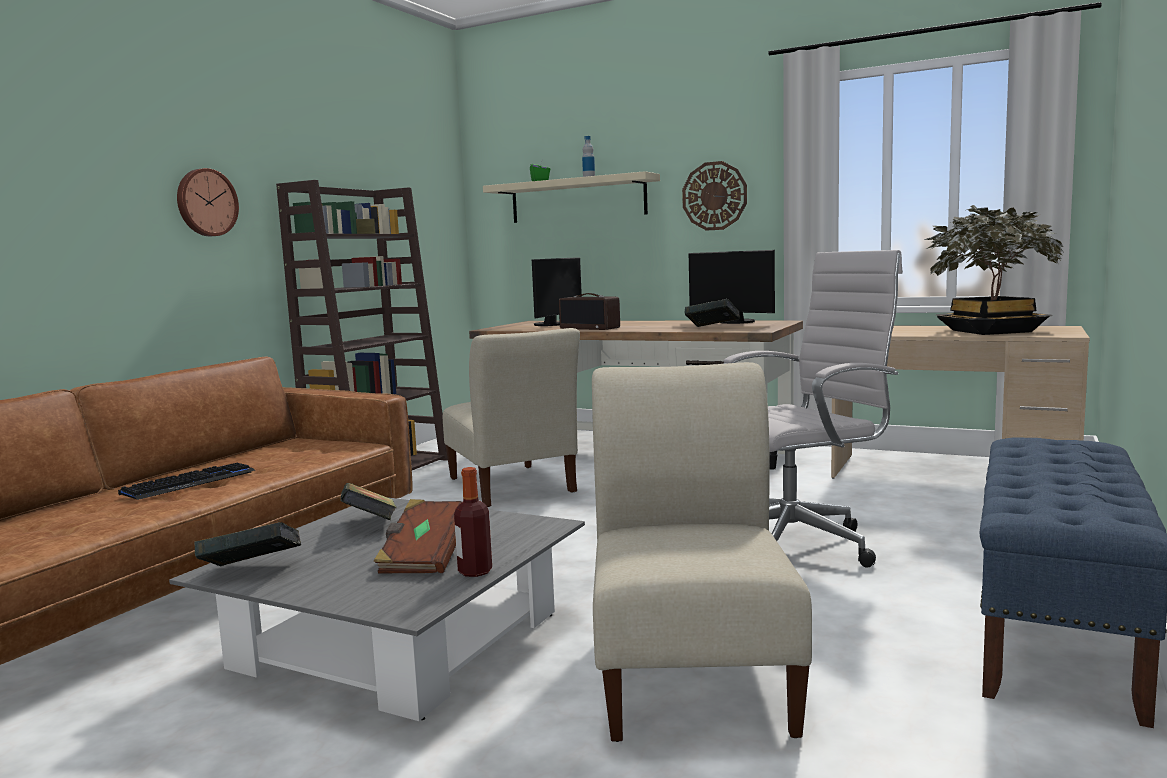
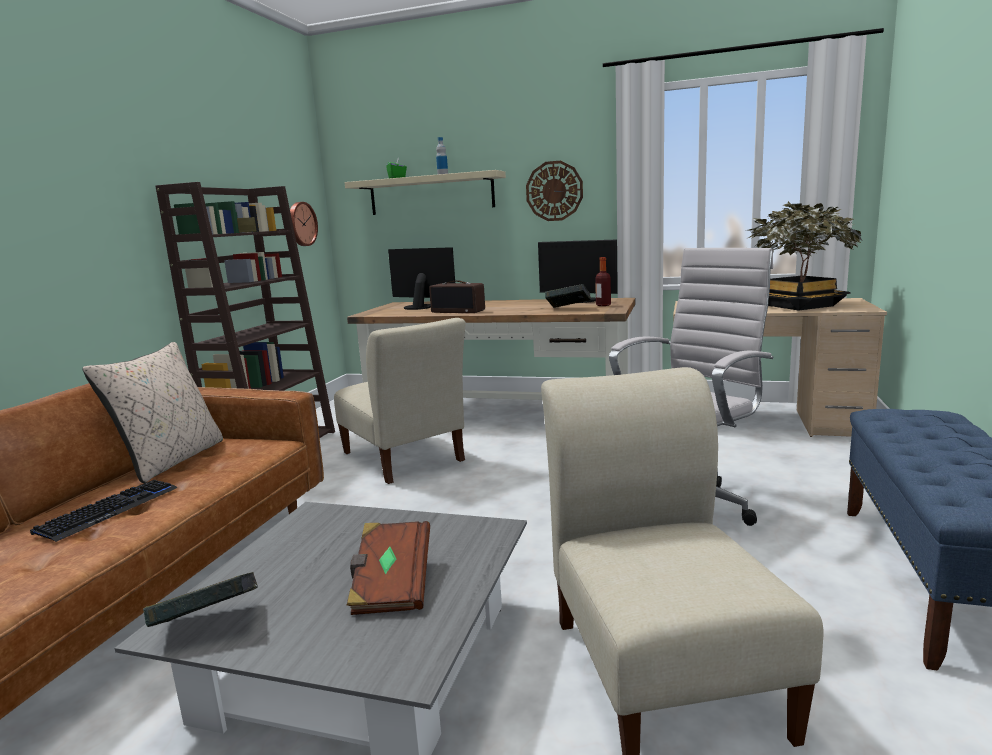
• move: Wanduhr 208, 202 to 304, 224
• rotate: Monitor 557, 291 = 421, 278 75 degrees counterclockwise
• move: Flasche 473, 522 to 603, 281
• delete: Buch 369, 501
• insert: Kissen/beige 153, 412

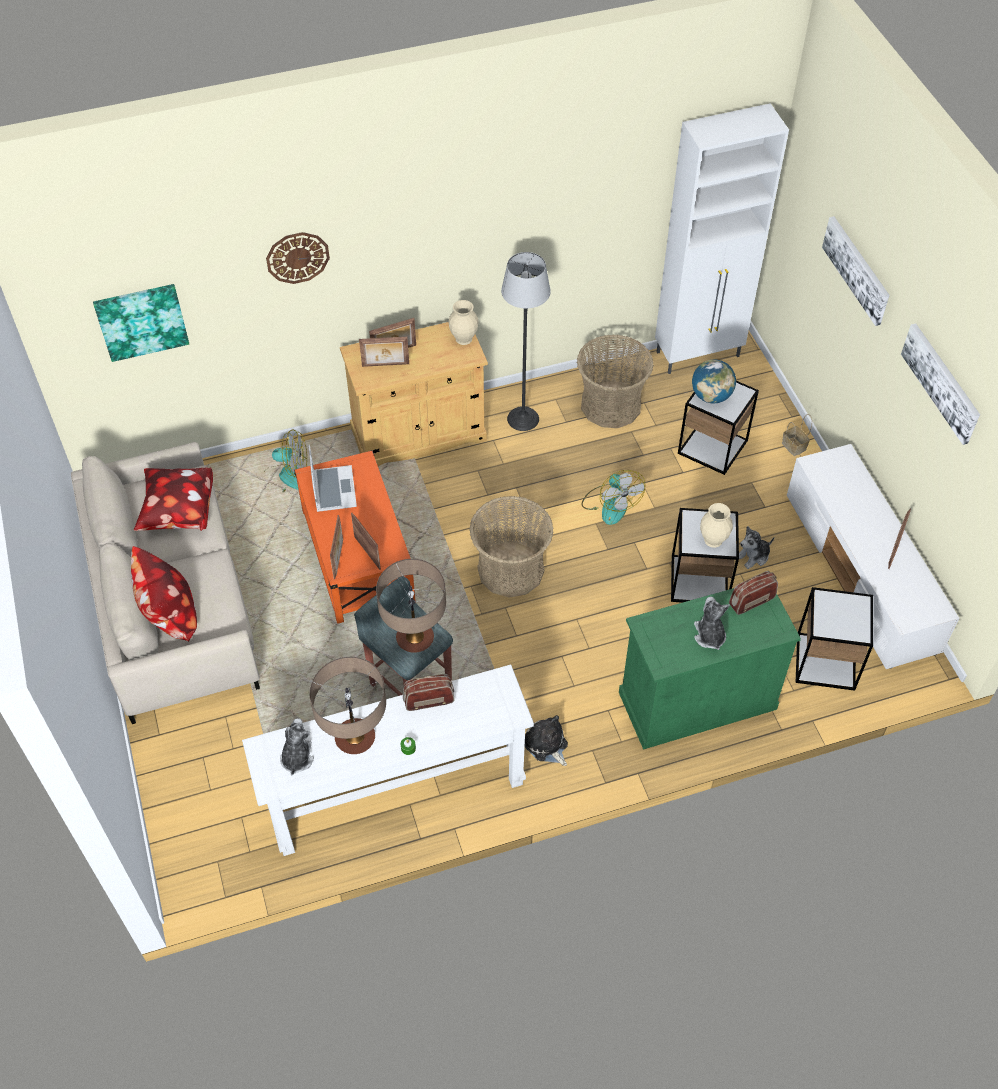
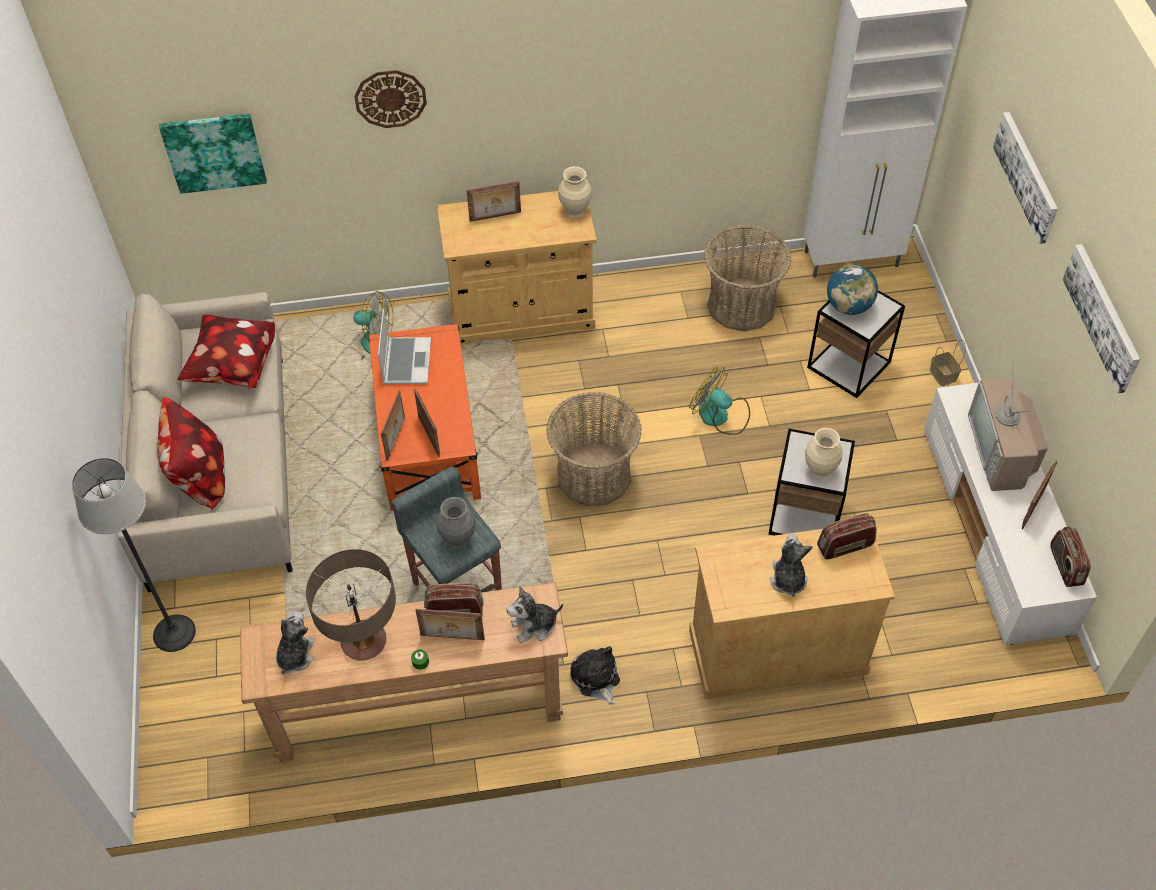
• move: Stehlampe 526, 341 to 134, 555
• move: Bilderrahmen 384, 352 to 450, 624
• rotate: Ventilator 613, 497 = 719, 400 135 degrees clockwise
• move: Plüschtier 756, 547 to 535, 614
• replace: Tischlampe 411, 606 to Vase/grau 456, 523
• delete: Beistelltisch 834, 639
• recolor: Schrank/grün 710, 668 to Schrank/beige 792, 614
• recolor: Konsolentisch/weiß 388, 760 to Konsolentisch/braun 404, 672
• insert: Fernseher 1008, 426
• insert: Radio 1070, 556

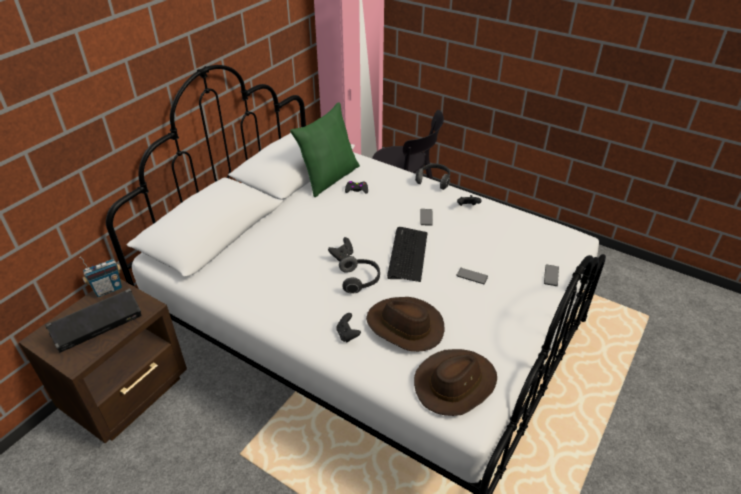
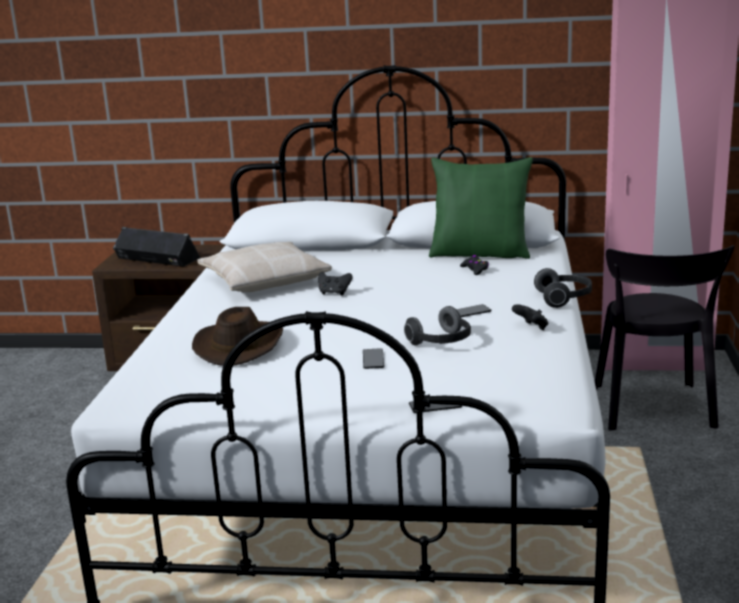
• delete: Tastatur 407, 254
• move: Kopfhörer 359, 275 to 437, 326
• delete: Radio 100, 277
• delete: Gamepad/schwarz 348, 327
• delete: Hut/braun 455, 382
• insert: Kissen/beige 264, 267

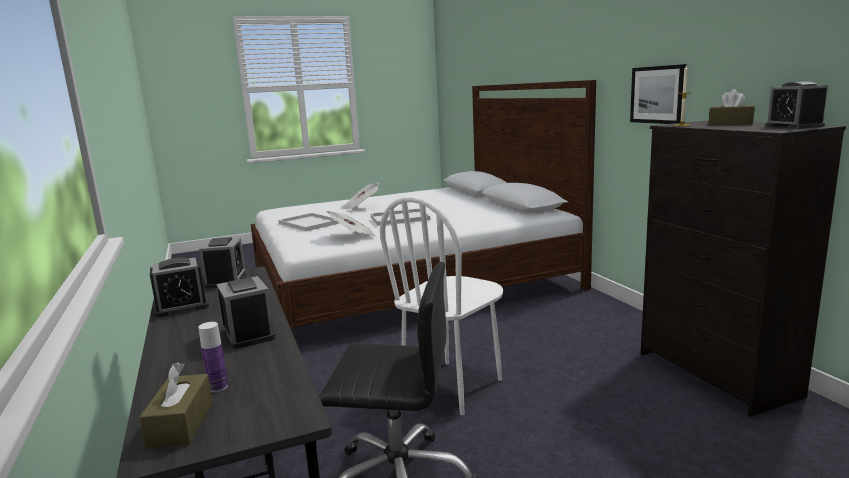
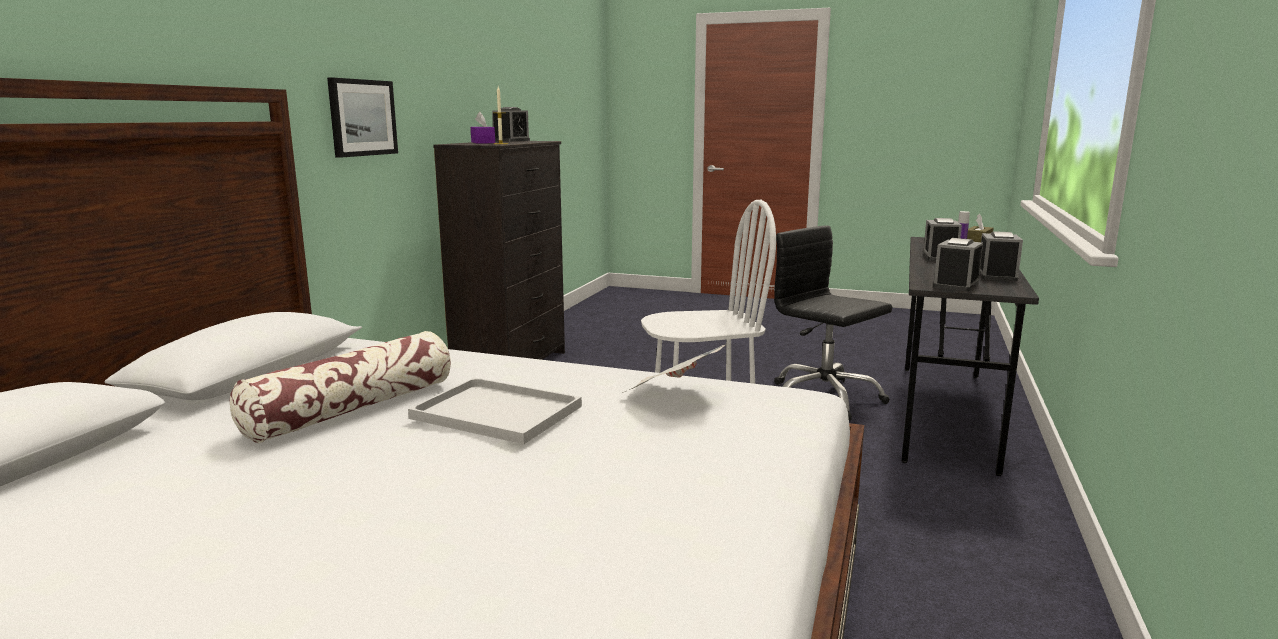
• recolor: Taschentuchbox/braun 732, 107 to Taschentuchbox/lila 483, 127
• delete: Zeitung 359, 195
• delete: Tablett/weiß 309, 222
• rotate: Wecker 179, 287 = 1001, 256 90 degrees clockwise
• insert: Kissen 340, 387

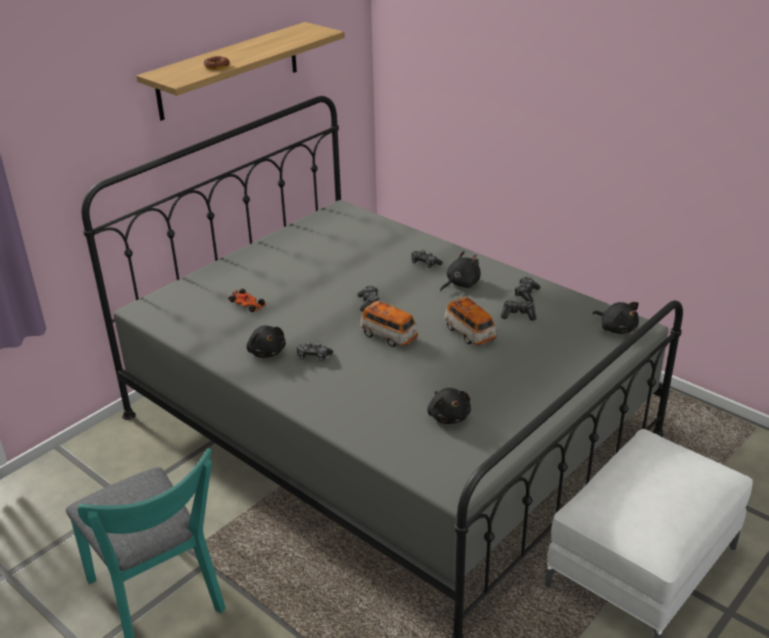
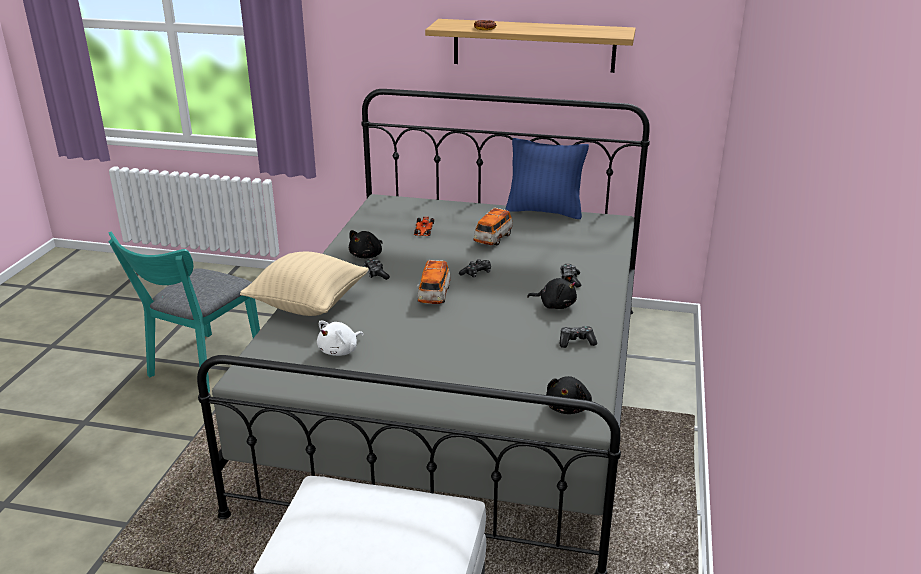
• move: Spielzeugauto 470, 320 to 493, 226
• delete: Gamepad 518, 310
• recolor: Plüschtier/schwarz 449, 406 to Plüschtier/weiß 340, 338
• insert: Kissen/blau 547, 178
• insert: Kissen/beige 304, 284

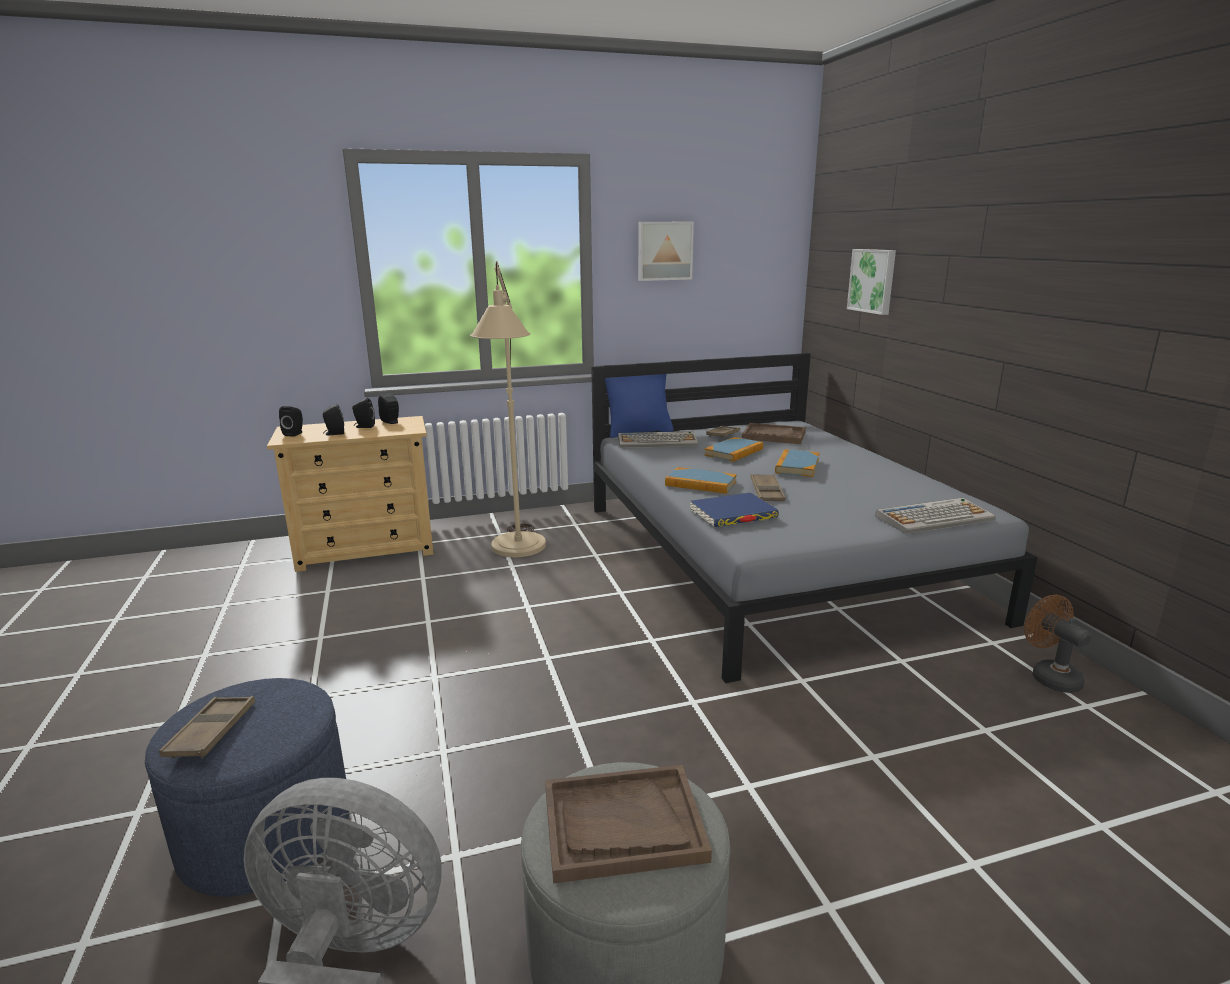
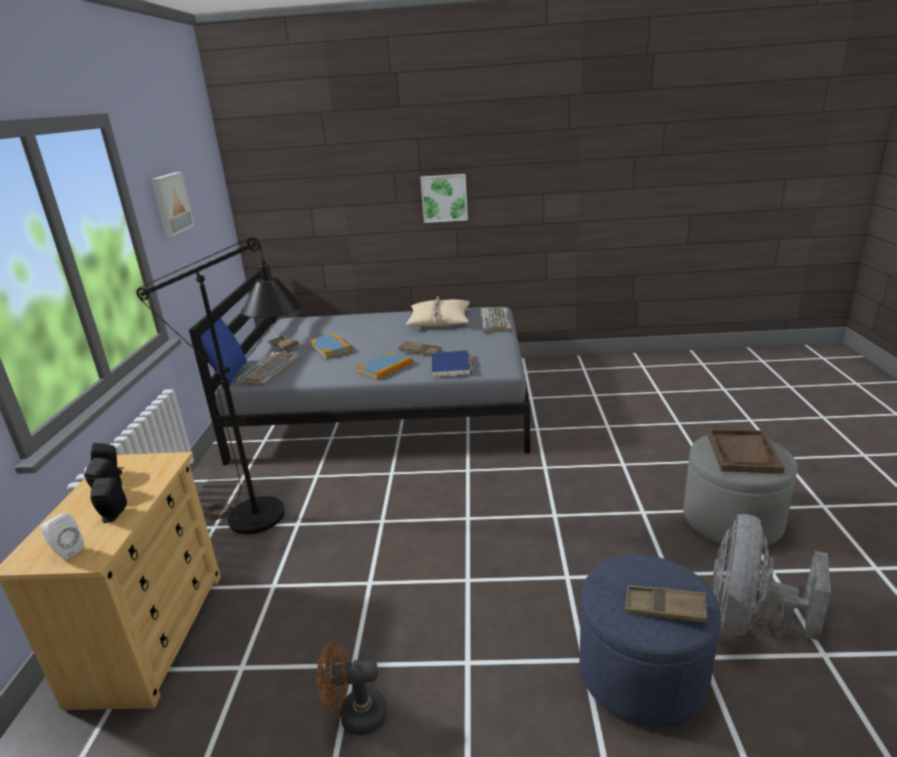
• move: Bild 871, 282 to 444, 198
• recolor: Stehlampe/beige 508, 409 to Stehlampe/schwarz 219, 385
• recolor: Lautsprecher/schwarz 291, 421 to Lautsprecher/weiß 62, 536
• delete: Tablett/braun 774, 433
• delete: Buch 797, 463
• move: Ventilator/braun 1057, 644 to 352, 688
• insert: Kissen/beige 438, 311

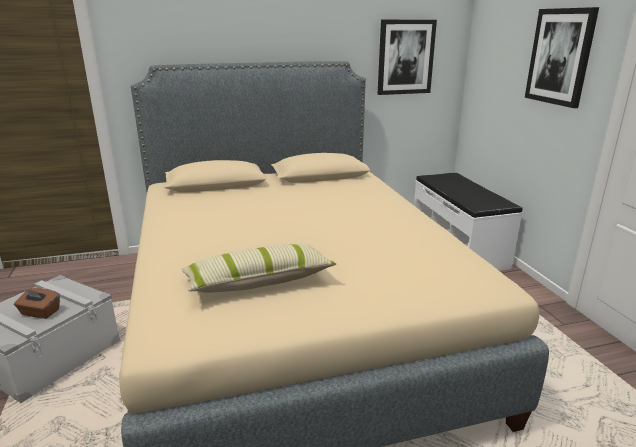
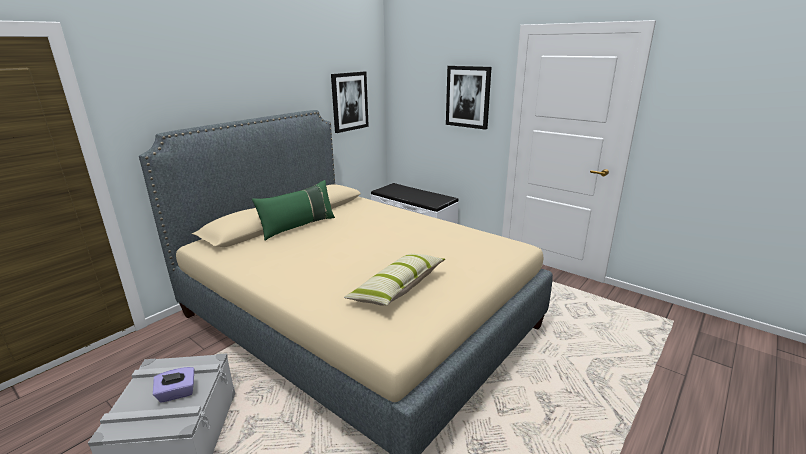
• recolor: Taschentuchbox/braun 37, 303 to Taschentuchbox/lila 173, 385
• insert: Kissen/grün 293, 210

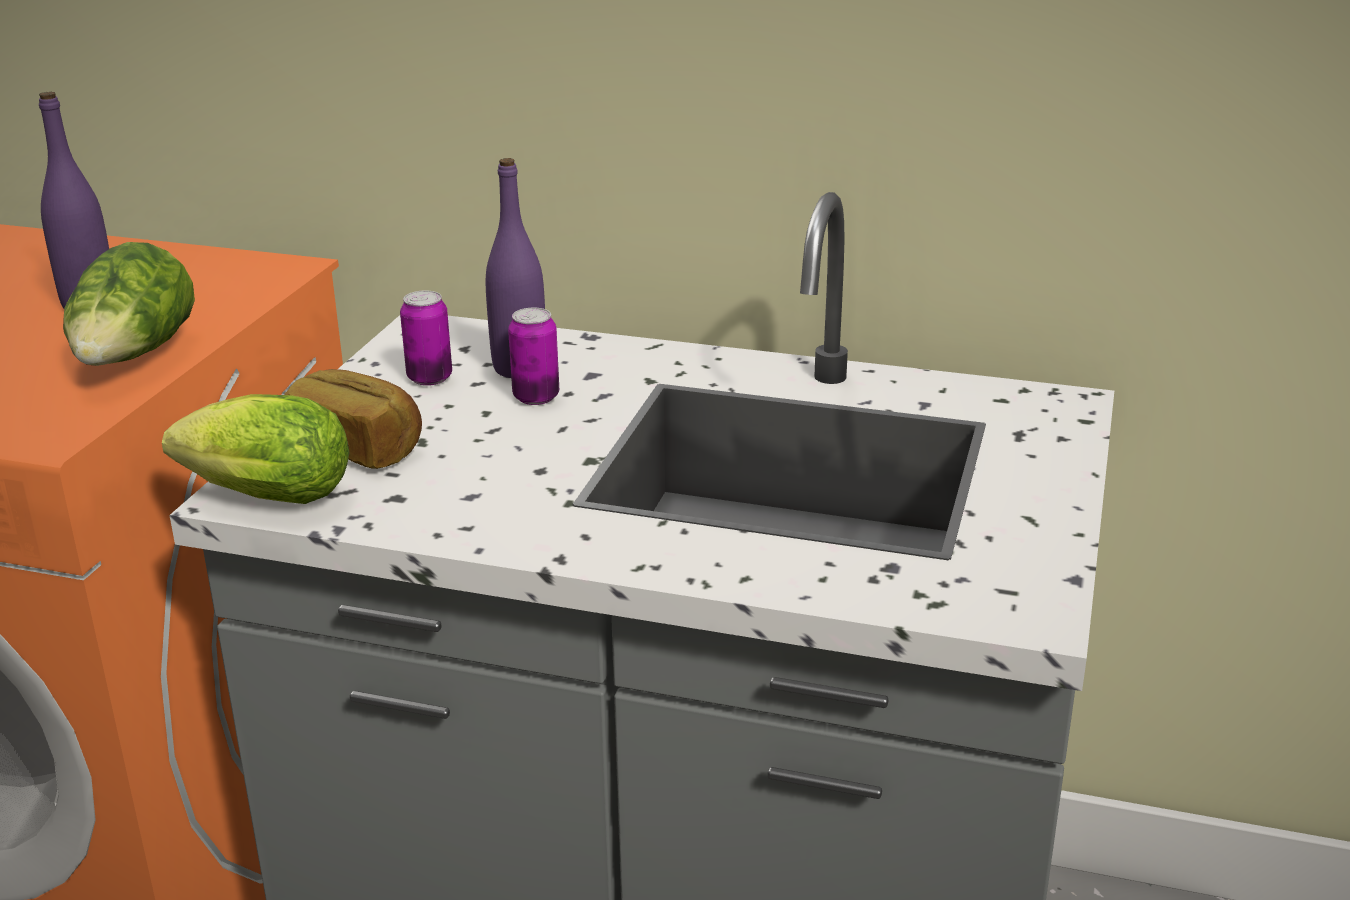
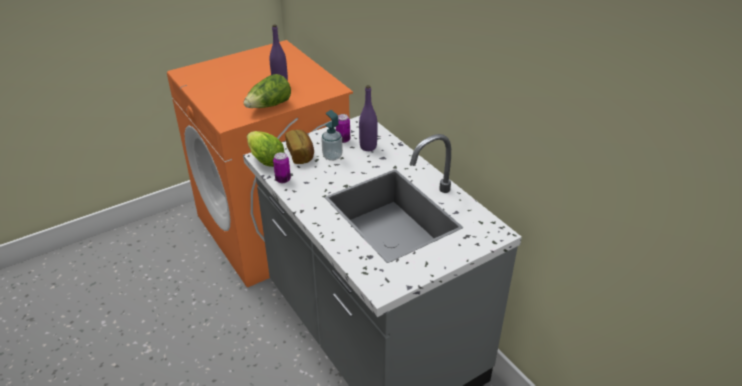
• move: Dose 533, 356 to 282, 167
• insert: Seifenspender 332, 135

